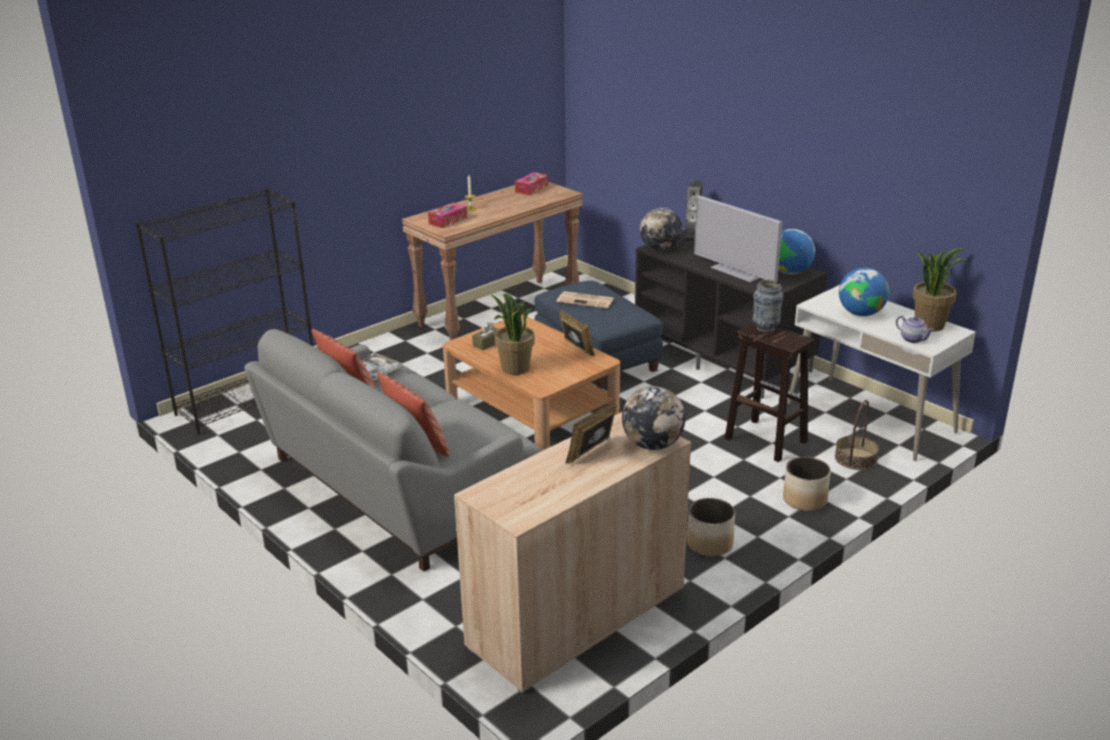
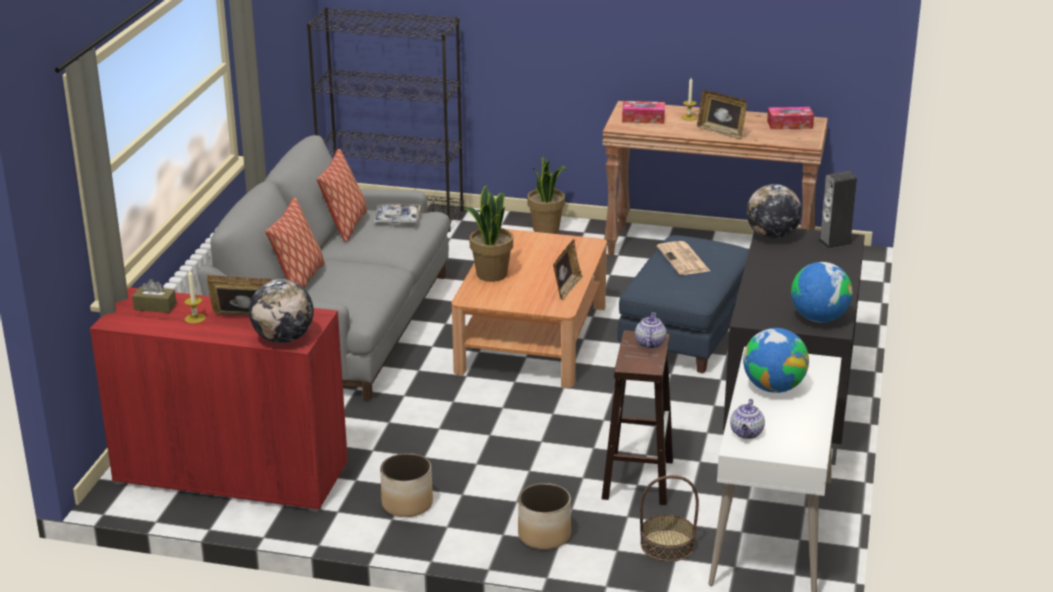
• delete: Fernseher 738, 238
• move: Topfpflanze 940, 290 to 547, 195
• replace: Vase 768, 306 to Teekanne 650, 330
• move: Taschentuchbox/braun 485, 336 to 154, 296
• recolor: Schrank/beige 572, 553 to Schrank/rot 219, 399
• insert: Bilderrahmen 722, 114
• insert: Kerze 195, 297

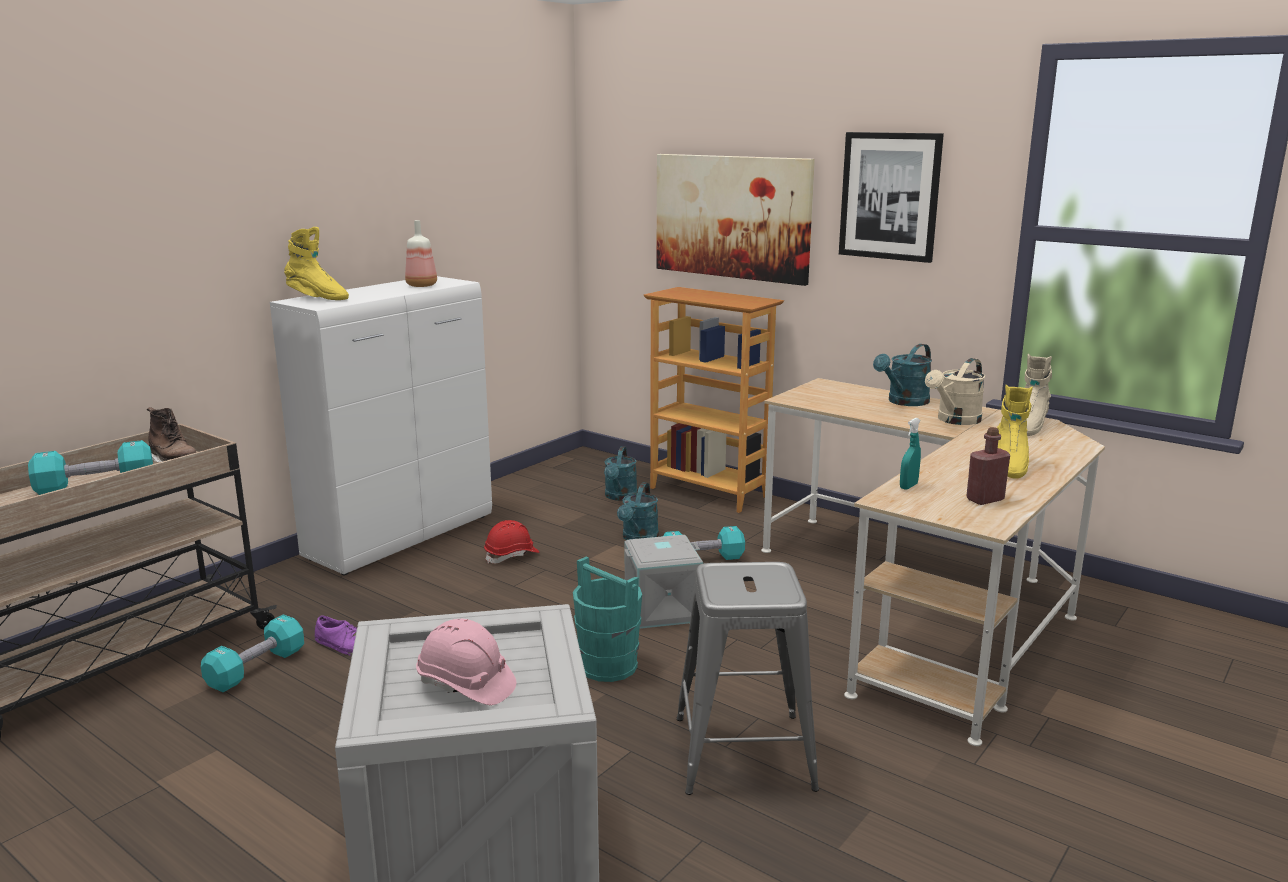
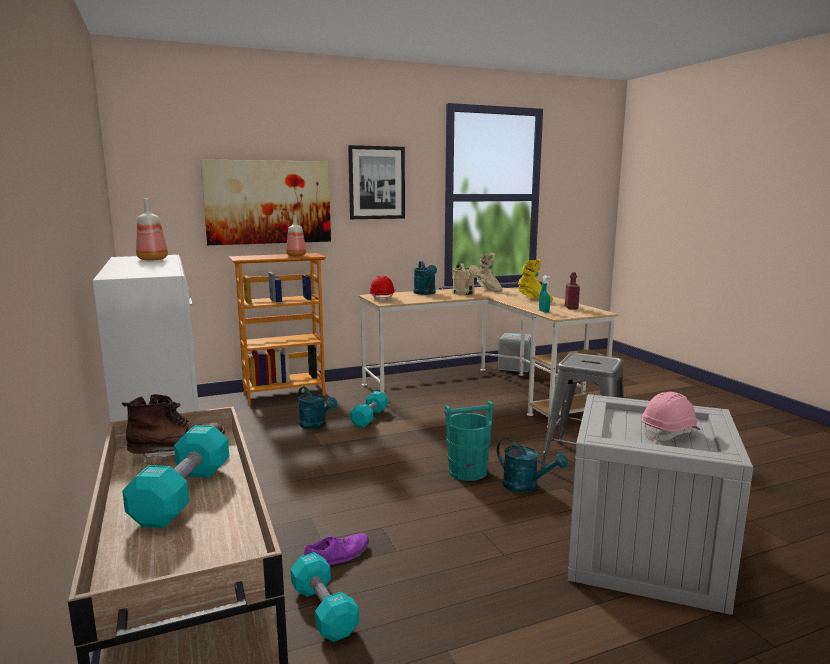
• delete: Stiefel/gelb 316, 263
• move: Gießkanne/türkis 620, 473 to 532, 465
• move: Schutzhelm/rot 511, 542 to 382, 289
• move: Aufbewahrungsbox/grau 663, 582 to 514, 352
• insert: Flasche 296, 235

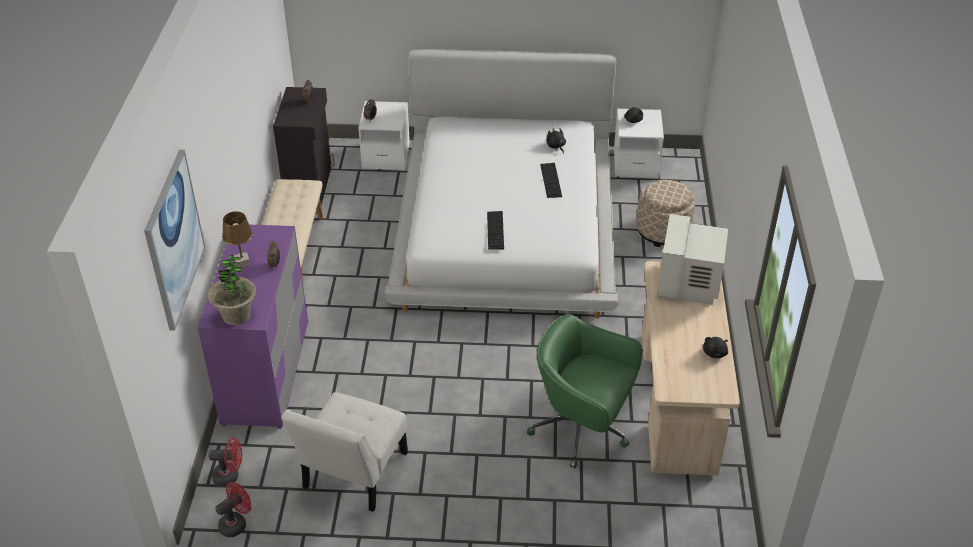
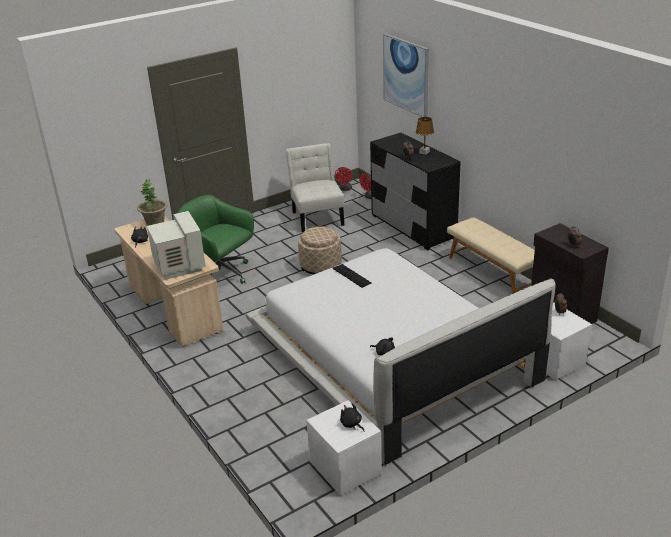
• delete: Tastatur 551, 180
• move: Polsterhocker/beige 665, 213 to 320, 250
• recolor: Kommode/lila 252, 327 to Kommode/schwarz 415, 191
• move: Topfpflanze 232, 290 to 152, 203
• rotate: Bürostuhl/grün 584, 391 = 216, 239 135 degrees counterclockwise

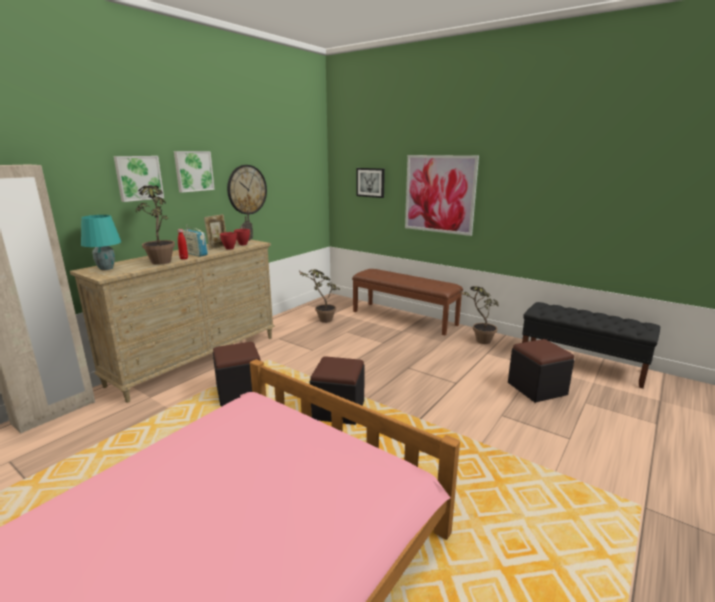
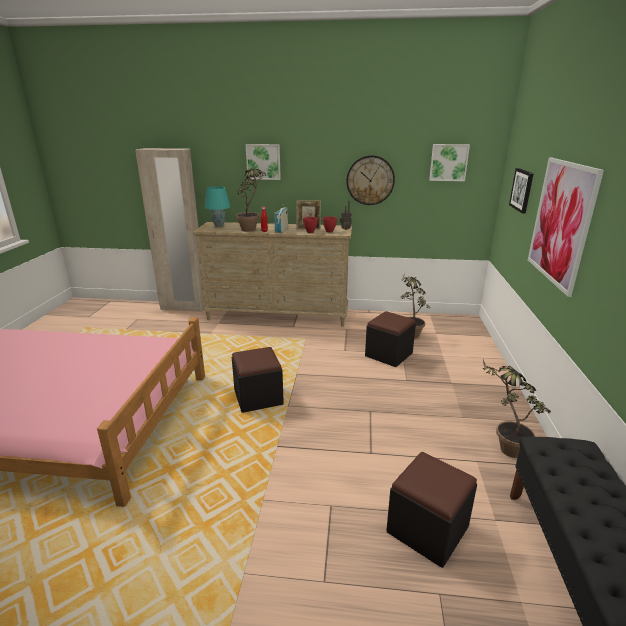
• move: Bild 194, 172 to 449, 162
• delete: Bank/braun 407, 302
• move: Polsterhocker/schwarz 237, 374 to 390, 339

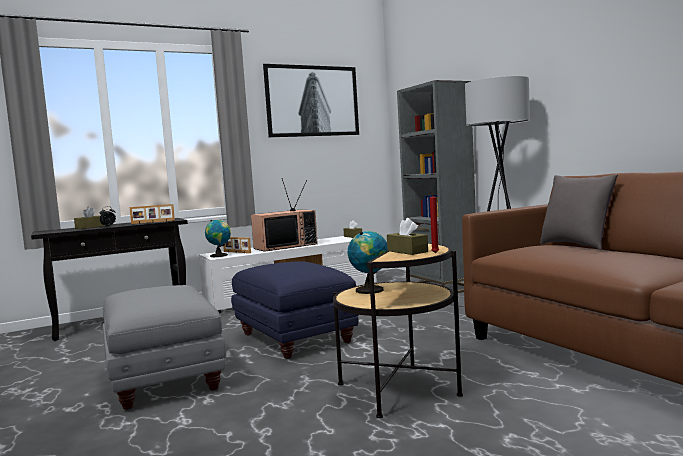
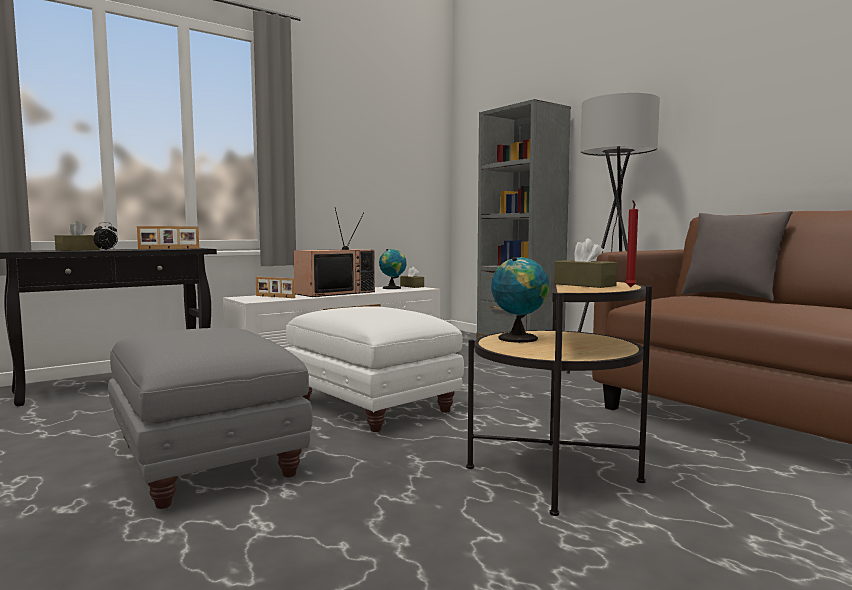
• delete: Bild 311, 100
• move: Globus 218, 238 to 392, 269
• recolor: Polsterhocker/blau 295, 310 to Polsterhocker/weiß 374, 369

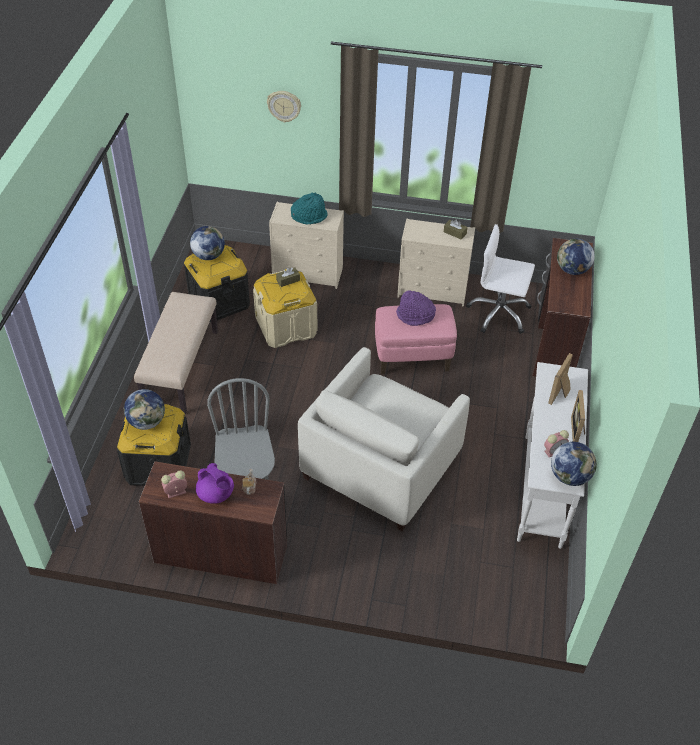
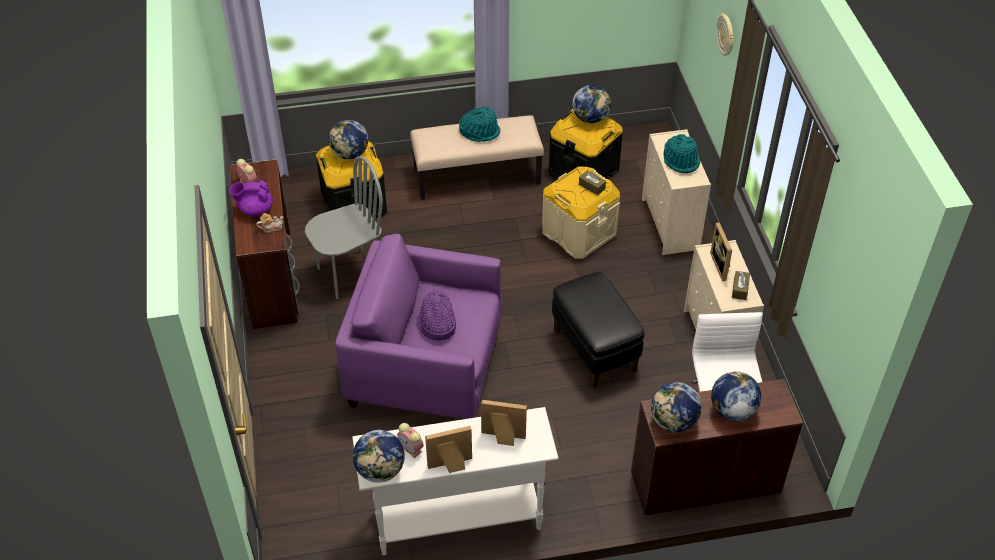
• move: Hut/lila 416, 308 to 436, 315
• recolor: Polsterhocker/rosa 416, 339 to Polsterhocker/schwarz 598, 330
• recolor: Sessel/beige 384, 439 to Sessel/lila 419, 326
• rotate: Teekanne/lila 215, 483 = 251, 198 60 degrees clockwise
• insert: Hut/türkis 479, 124
• insert: Bilderrahmen 721, 251
• insert: Globus 676, 407

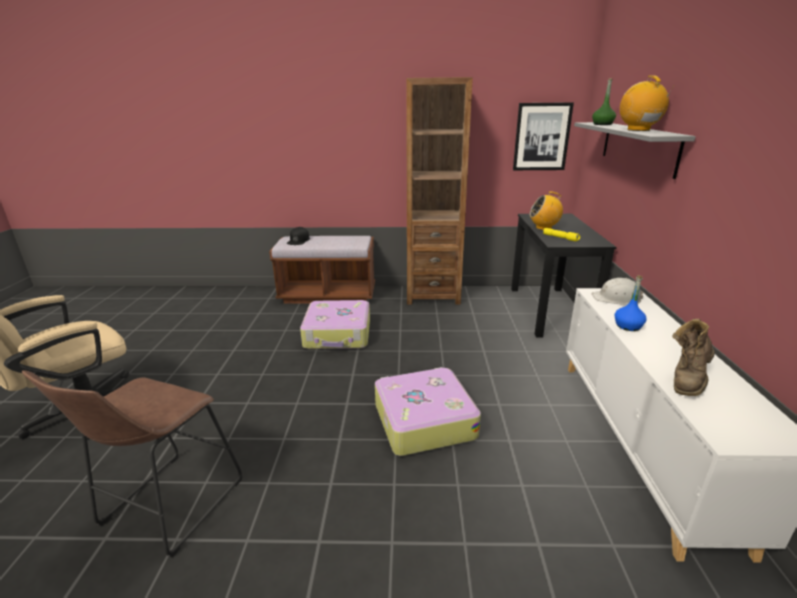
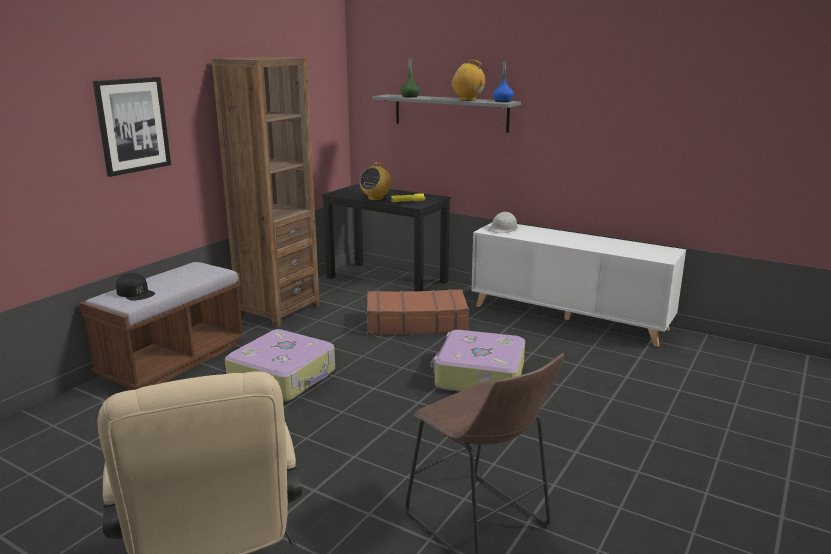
• move: Bild 543, 136 to 132, 127
• move: Flasche/blau 631, 303 to 503, 81
• delete: Stiefel/braun 694, 357
• insert: Koffer/braun 418, 312

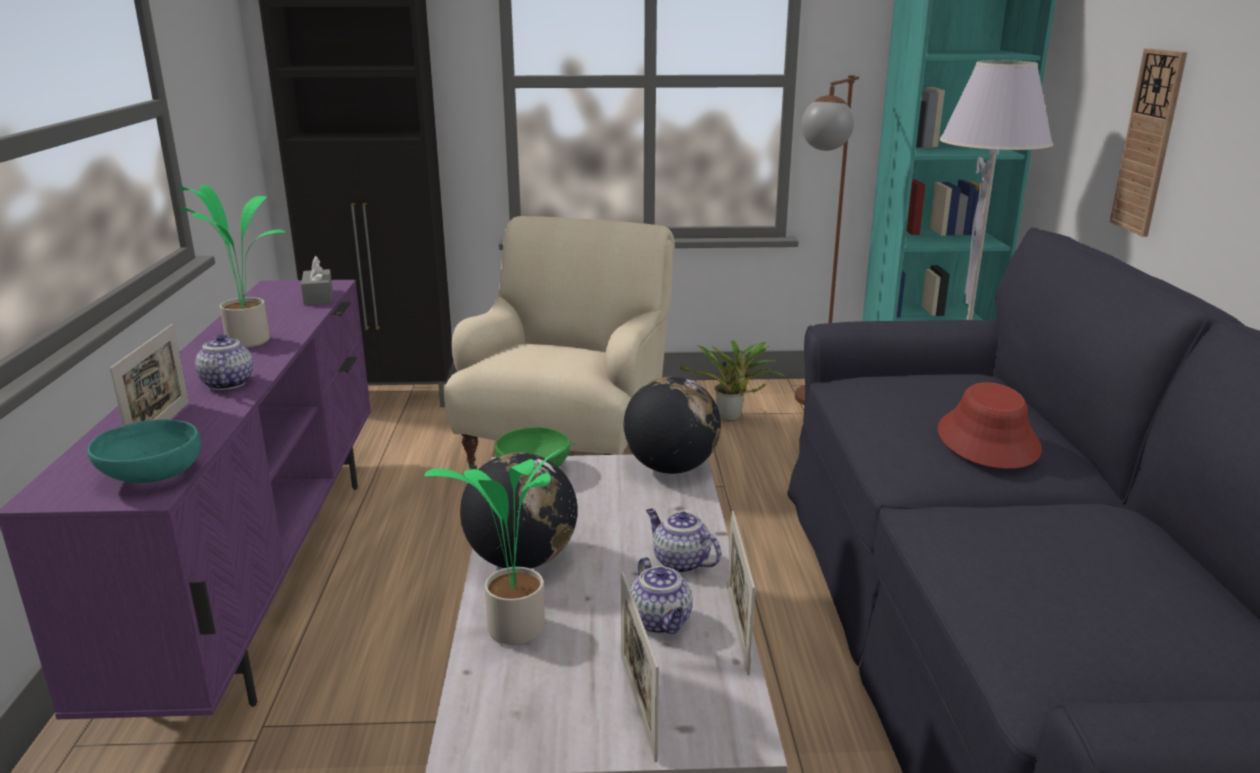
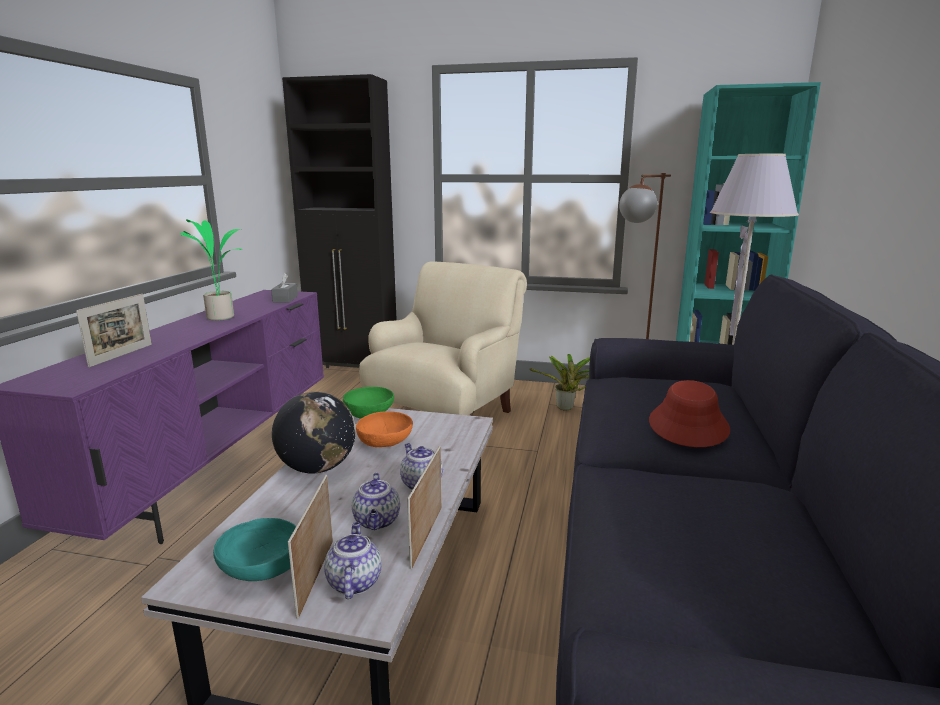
• delete: Wanduhr 1148, 142
• move: Teekanne 224, 362 to 353, 560
• delete: Globus 672, 425
• move: Schüssel/türkis 144, 451 to 254, 549
• delete: Topfpflanze 500, 544
• insert: Schüssel/orange 384, 429

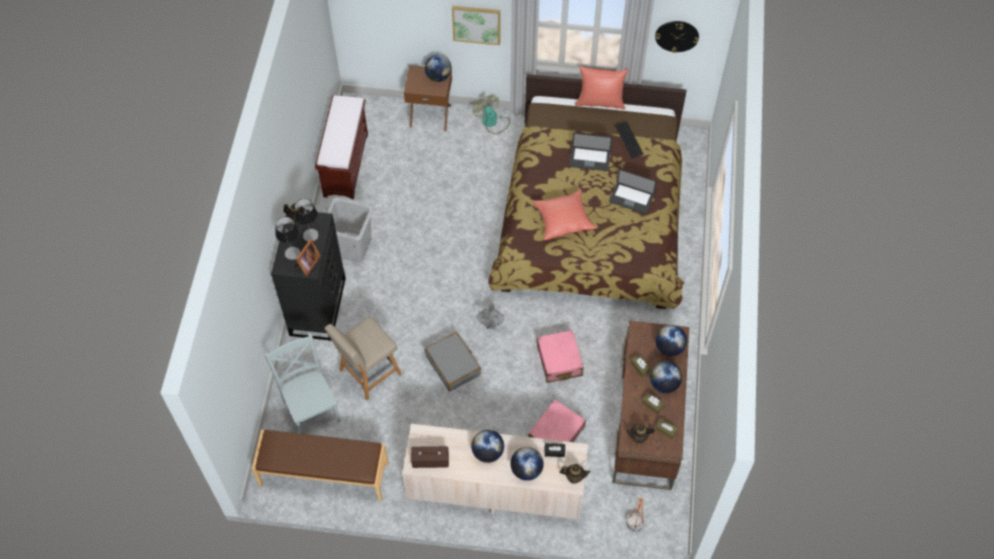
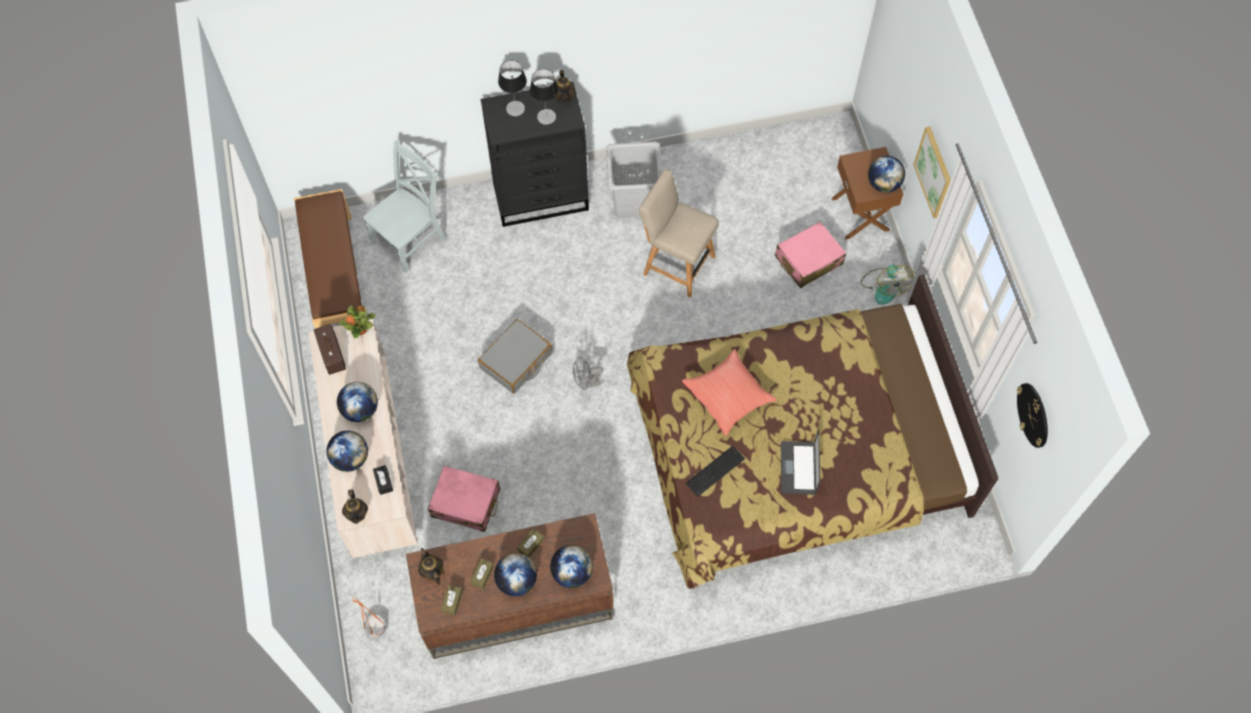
• delete: Kissen/rot 602, 88
• delete: Bank/braun 341, 147
• rotate: Ventilator 491, 114 = 888, 285 135 degrees clockwise
• move: Tastatur 629, 140 to 715, 471
• delete: Laptop 590, 152
• delete: Bilderrahmen 308, 257
• move: Stuhl/beige 363, 358 to 679, 233
• move: Koffer/rosa 560, 356 to 810, 255
• insert: Topfpflanze 357, 321

